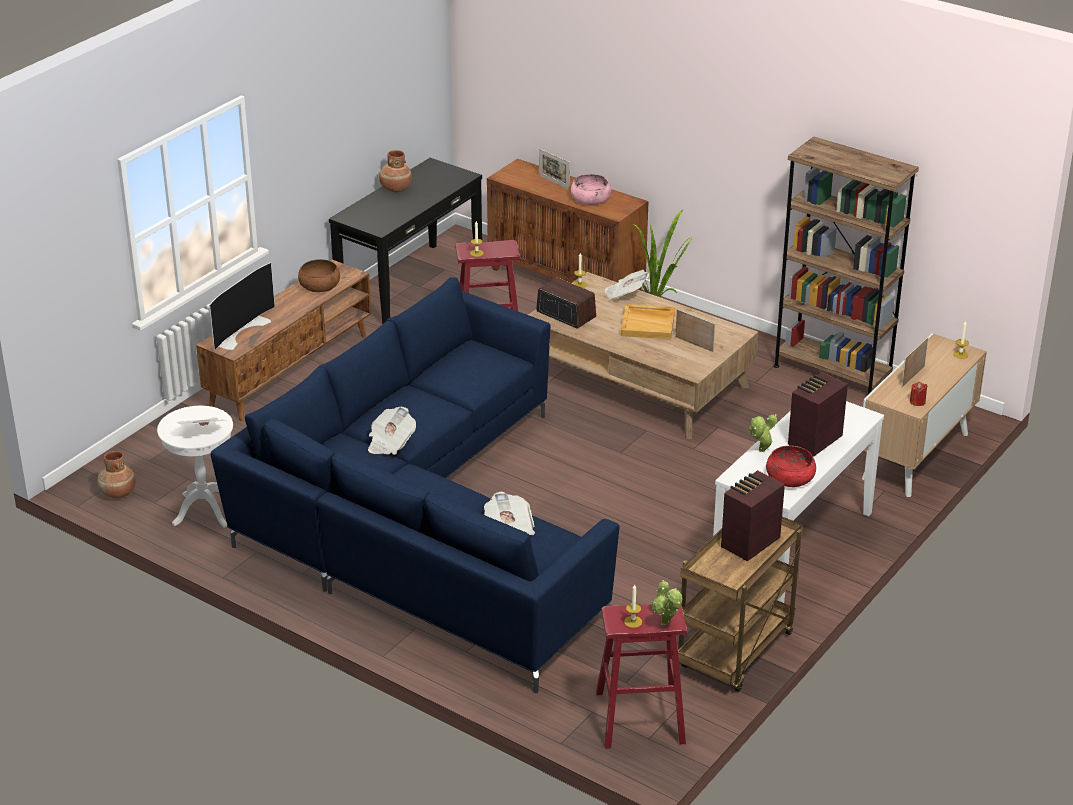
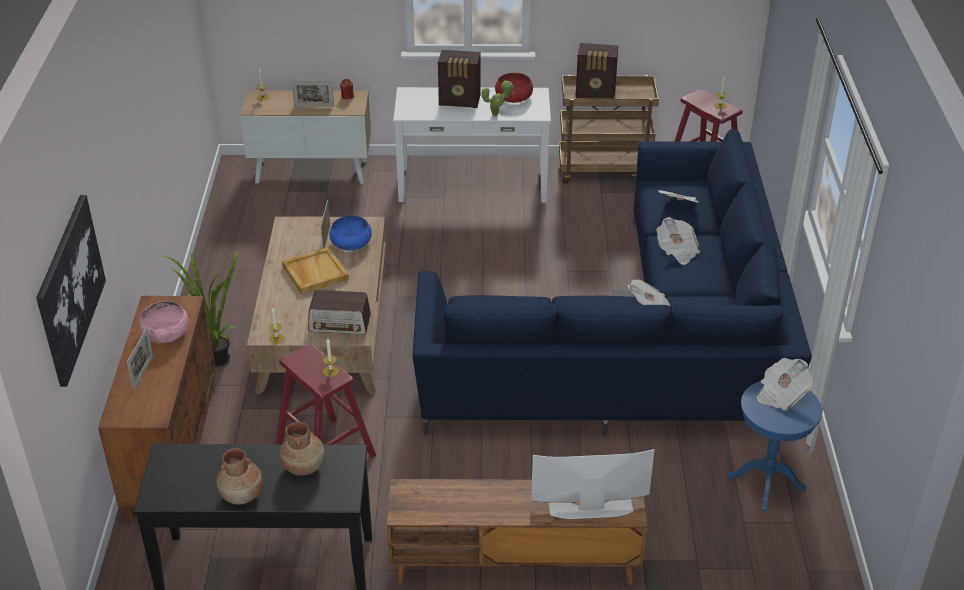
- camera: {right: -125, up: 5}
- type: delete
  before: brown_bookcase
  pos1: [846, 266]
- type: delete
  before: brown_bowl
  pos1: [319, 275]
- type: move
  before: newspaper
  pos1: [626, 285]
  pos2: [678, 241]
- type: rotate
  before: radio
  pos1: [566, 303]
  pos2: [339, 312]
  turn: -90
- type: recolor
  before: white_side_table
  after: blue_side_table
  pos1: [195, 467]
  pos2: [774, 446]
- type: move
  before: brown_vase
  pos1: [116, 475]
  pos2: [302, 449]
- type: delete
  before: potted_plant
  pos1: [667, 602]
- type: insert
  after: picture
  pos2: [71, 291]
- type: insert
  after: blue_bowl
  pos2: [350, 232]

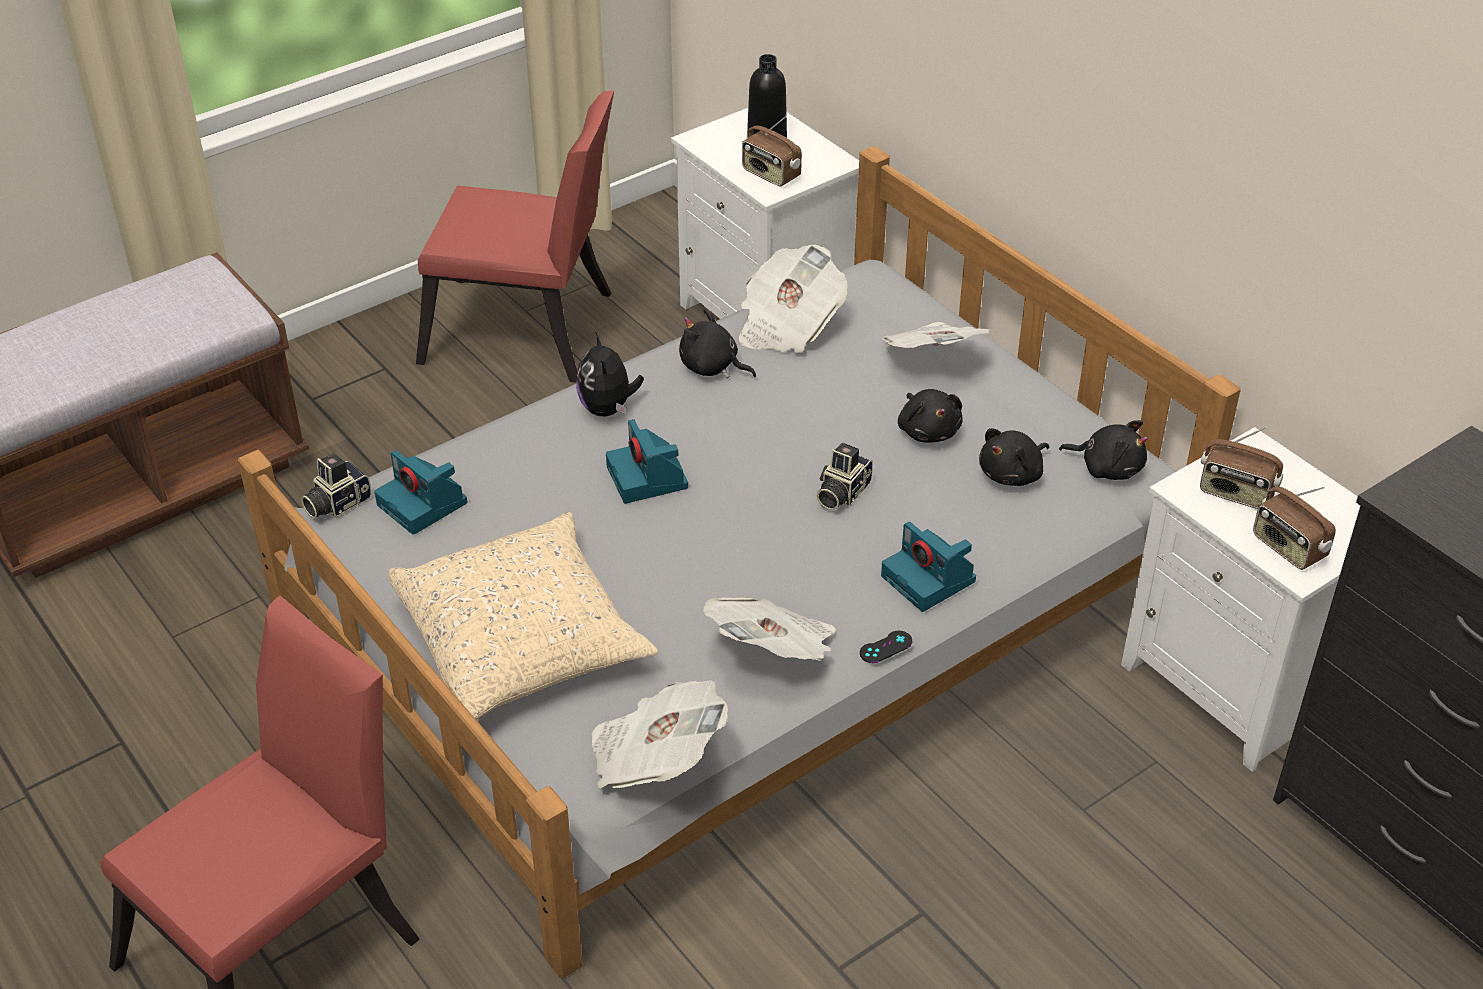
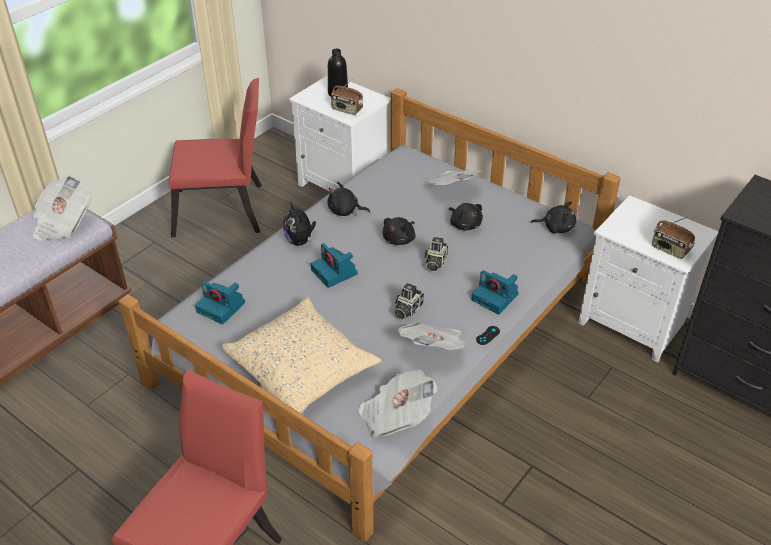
- camera: {right: -15, up: 0}
- type: move
  before: newspaper
  pos1: [793, 299]
  pos2: [62, 207]
- type: delete
  before: radio
  pos1: [1241, 468]
- type: move
  before: black_plush_toy
  pos1: [1014, 457]
  pos2: [399, 231]
- type: move
  before: photo_camera
  pos1: [336, 486]
  pos2: [409, 301]

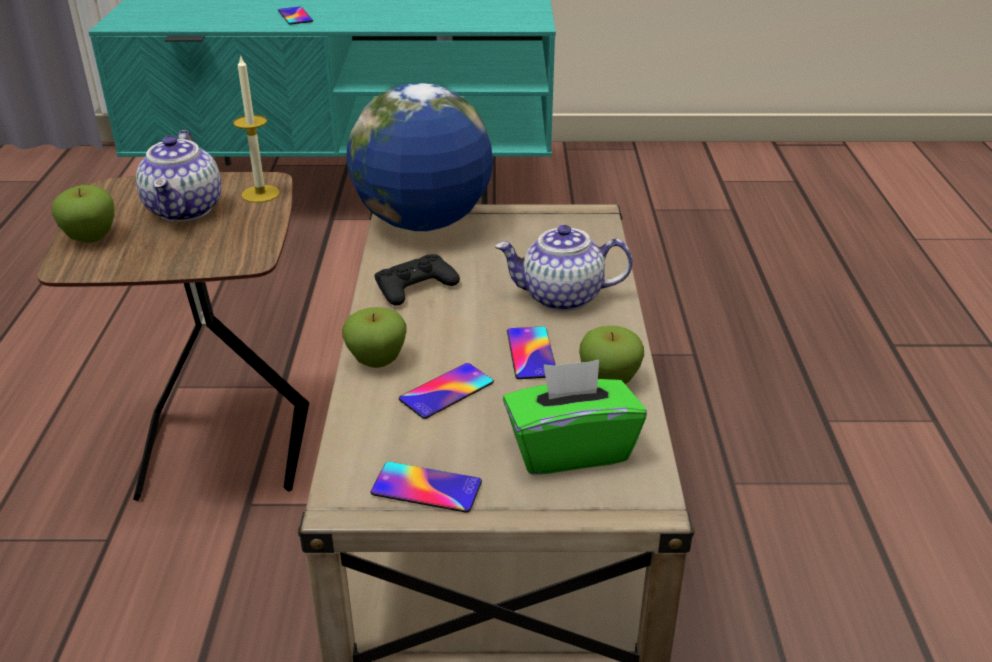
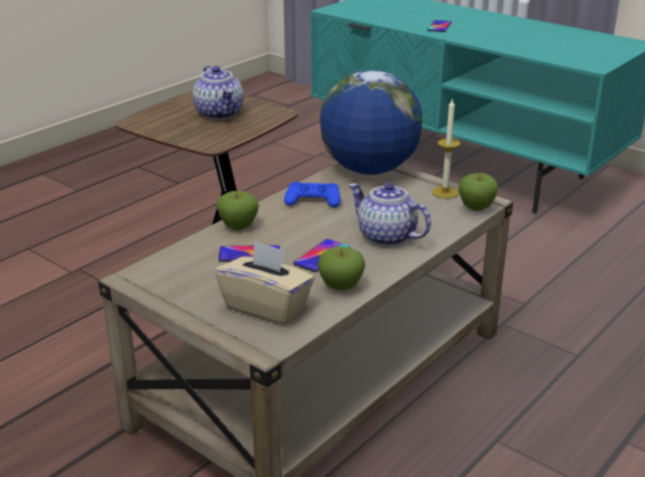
- camera: {right: 40, up: -5}
- type: move
  before: candle
  pos1: [256, 128]
  pos2: [446, 149]
- type: rotate
  before: teapot
  pos1: [178, 175]
  pos2: [218, 93]
  turn: -60
- type: move
  before: apple
  pos1: [83, 214]
  pos2: [478, 192]
- type: recolor
  before: black_game_controller
  after: blue_game_controller
  pos1: [417, 280]
  pos2: [312, 194]
- type: recolor
  before: green_tissue_box
  after: beige_tissue_box
  pos1: [575, 417]
  pos2: [264, 283]
- type: delete
  before: phone
  pos1: [426, 487]

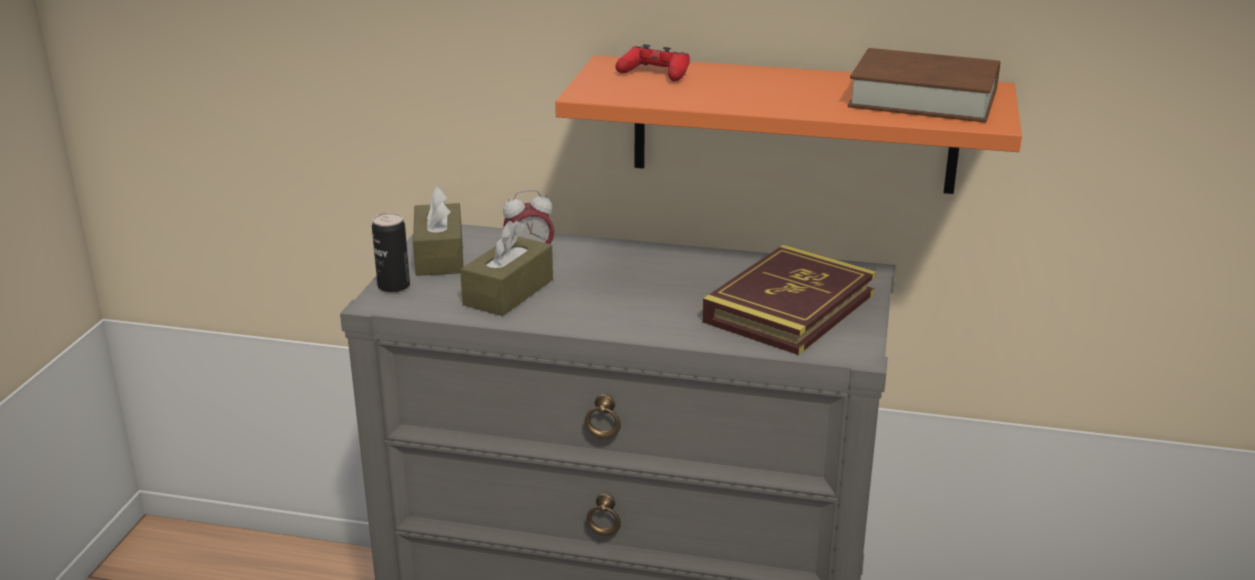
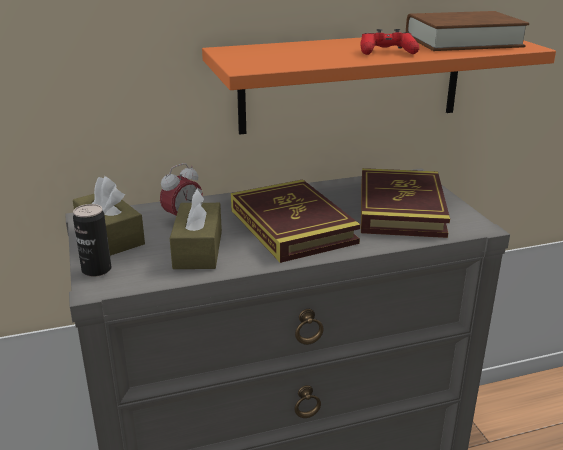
- camera: {right: -30, up: 0}
- type: move
  before: red_game_controller
  pos1: [652, 62]
  pos2: [389, 42]
- type: insert
  after: book
  pos2: [296, 221]

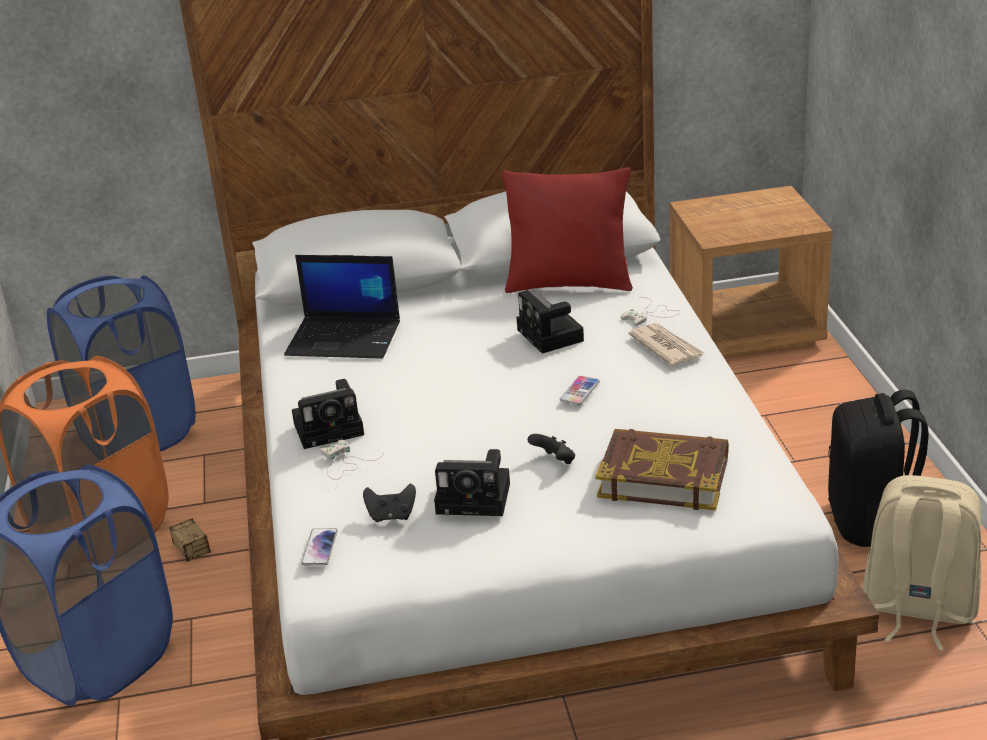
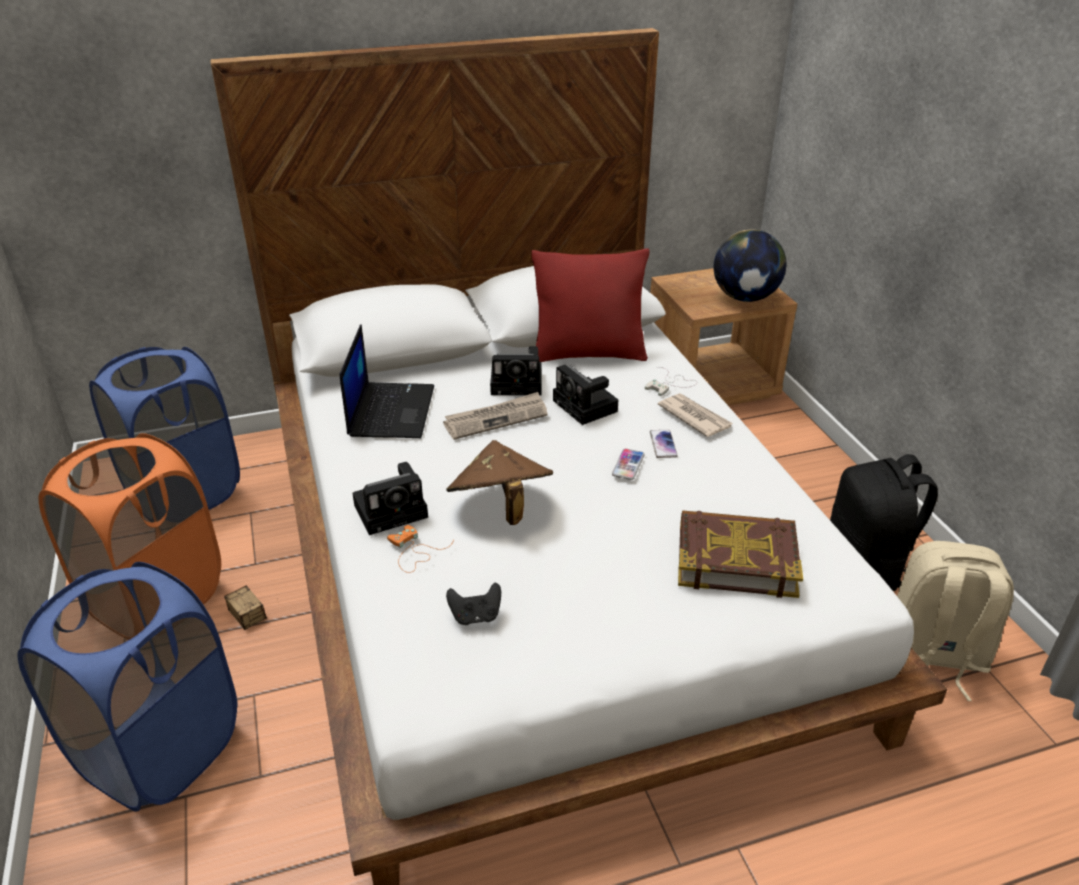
- camera: {right: -10, up: 5}
- type: rotate
  before: laptop
  pos1: [342, 307]
  pos2: [387, 381]
  turn: -90
- type: delete
  before: black_game_controller
  pos1: [551, 449]
- type: recolor
  before: white_game_controller
  after: orange_game_controller
  pos1: [352, 460]
  pos2: [420, 549]
- type: move
  before: photo_camera
  pos1: [472, 482]
  pos2: [516, 370]
- type: move
  before: phone
  pos1: [319, 547]
  pos2: [664, 444]
- type: insert
  after: globe
  pos2: [749, 265]
- type: insert
  after: newspaper
  pos2: [495, 416]
- type: insert
  after: brown_hat
  pos2: [500, 482]

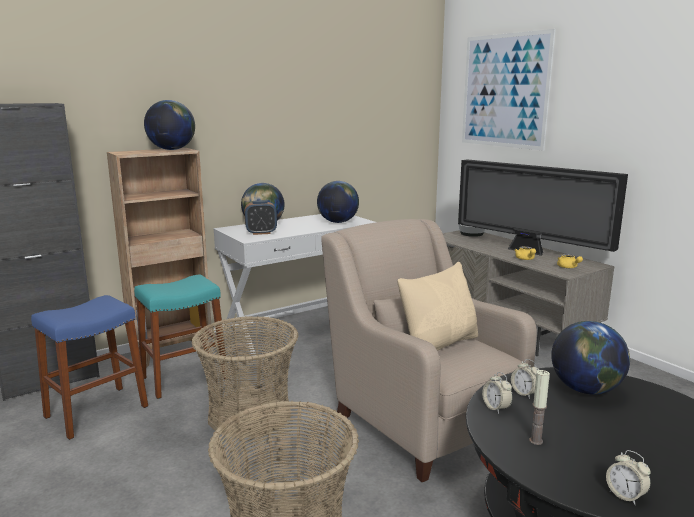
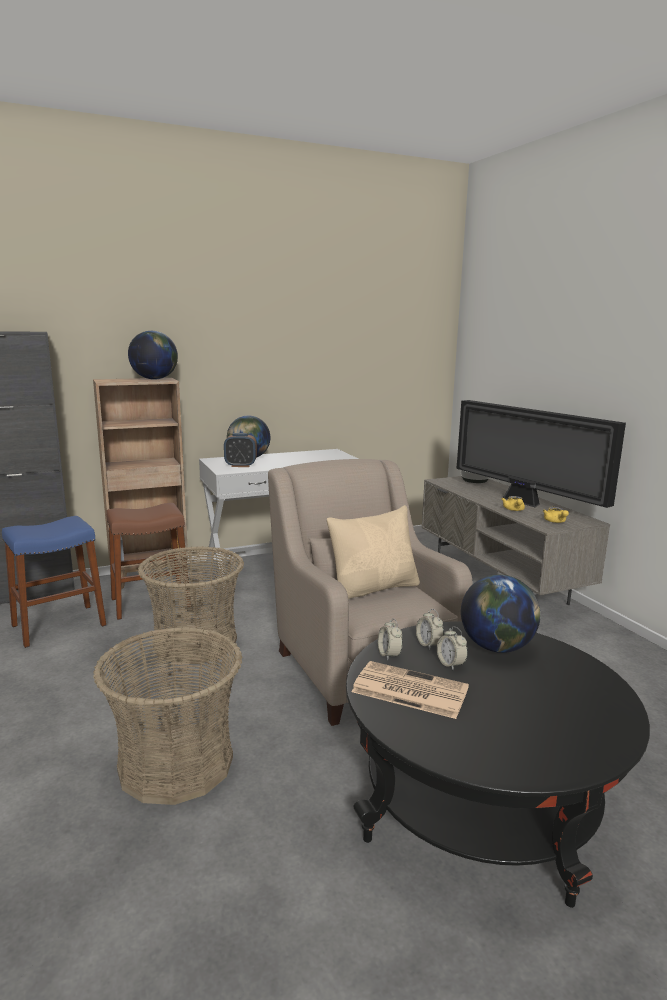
- camera: {right: 10, up: 0}
- type: delete
  before: picture
  pos1: [509, 90]
- type: delete
  before: globe
  pos1: [338, 202]
- type: recolor
  before: turquoise_stool
  after: brown_stool
  pos1: [180, 337]
  pos2: [148, 561]
- type: replace
  before: candle
  after: newspaper
  pos1: [539, 407]
  pos2: [410, 690]
- type: move
  before: alarm_clock
  pos1: [628, 477]
  pos2: [452, 648]

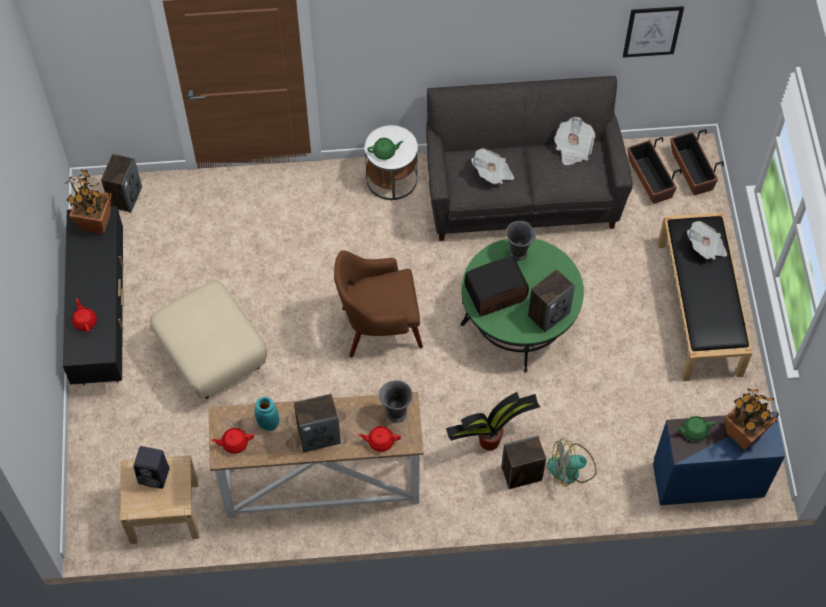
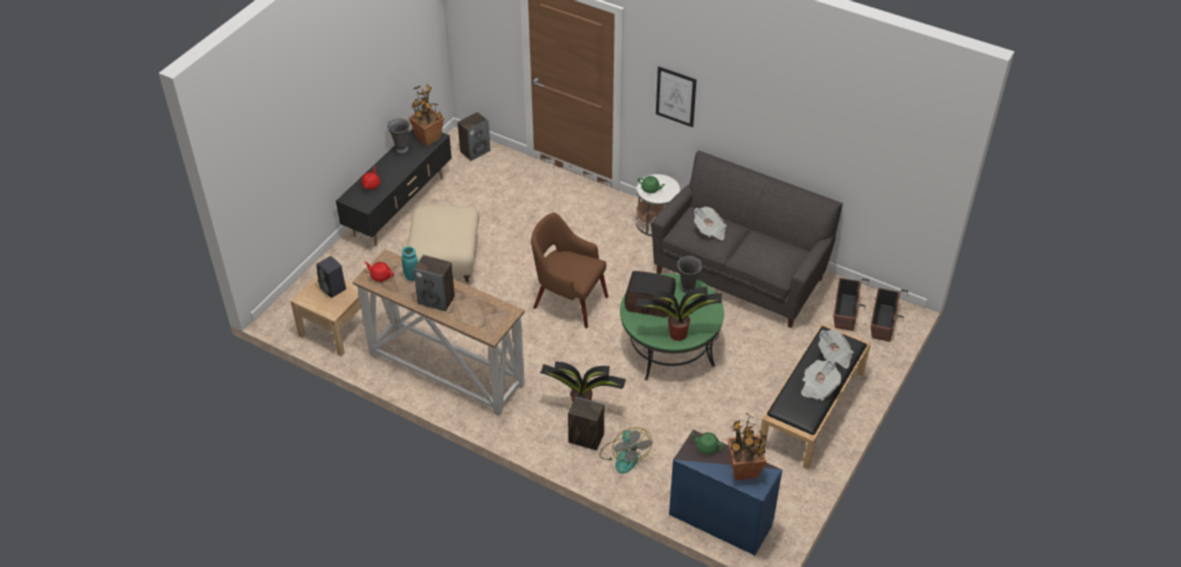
- camera: {right: 35, up: -15}
- type: move
  before: picture
  pos1: [653, 31]
  pos2: [676, 96]
- type: move
  before: newspaper
  pos1: [574, 141]
  pos2: [821, 380]
- type: replace
  before: speaker
  after: potted_plant
  pos1: [551, 301]
  pos2: [679, 314]
- type: move
  before: grey_vase
  pos1: [396, 401]
  pos2: [398, 135]
- type: delete
  before: red_teapot
  pos1: [379, 439]
- type: rotate
  before: fan
  pos1: [572, 462]
  pos2: [626, 450]
  turn: -135

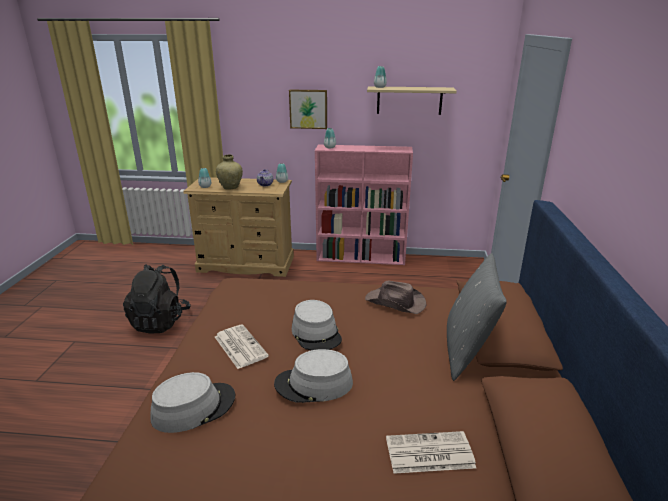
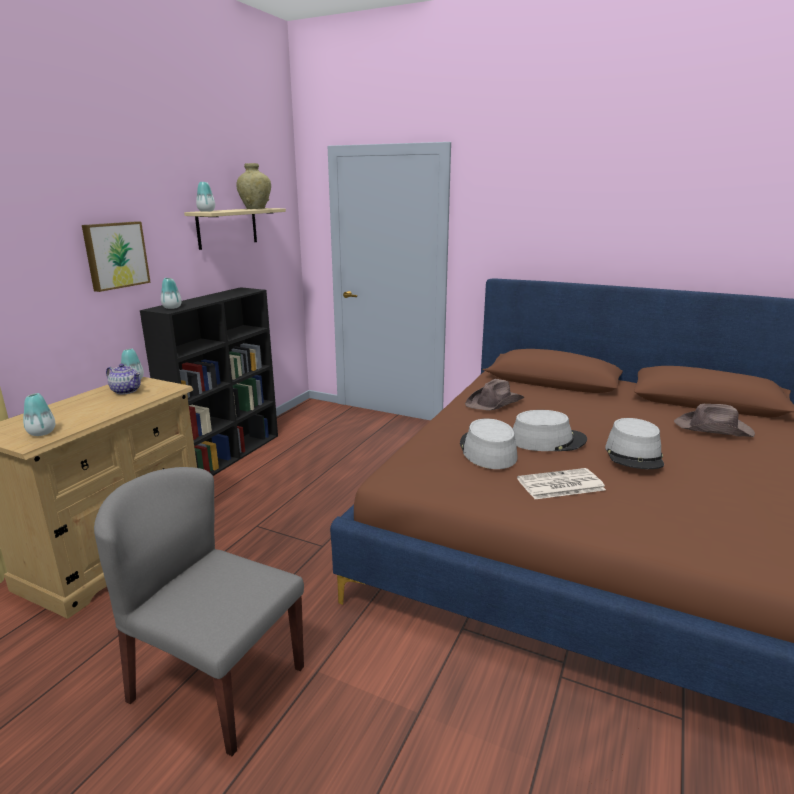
- camera: {right: -70, up: -5}
- type: recolor
  before: pink_bookcase
  after: black_bookcase
  pos1: [364, 205]
  pos2: [209, 381]
- type: move
  before: beige_vase
  pos1: [229, 172]
  pos2: [253, 186]
- type: delete
  before: grey_pillow
  pos1: [477, 317]
- type: replace
  before: black_backpack
  after: grey_chair
  pos1: [157, 299]
  pos2: [199, 611]
- type: move
  before: grey_hat
  pos1: [193, 402]
  pos2: [489, 443]
- type: replace
  before: newspaper
  after: brown_hat
  pos1: [431, 452]
  pos2: [714, 420]

